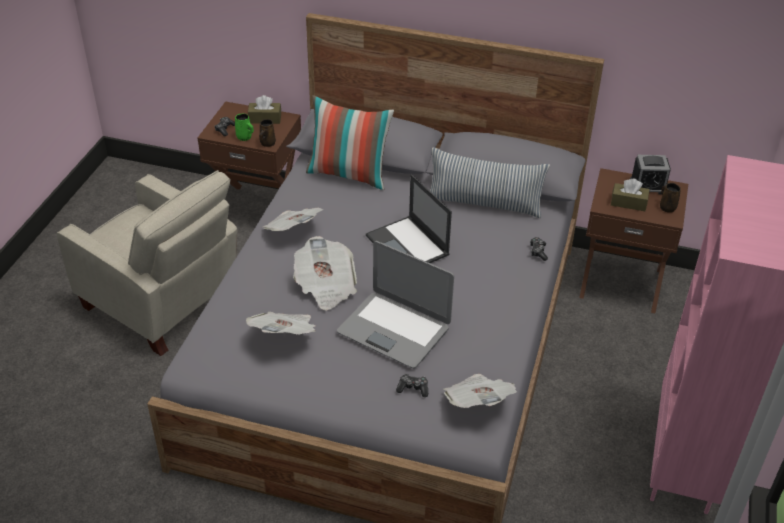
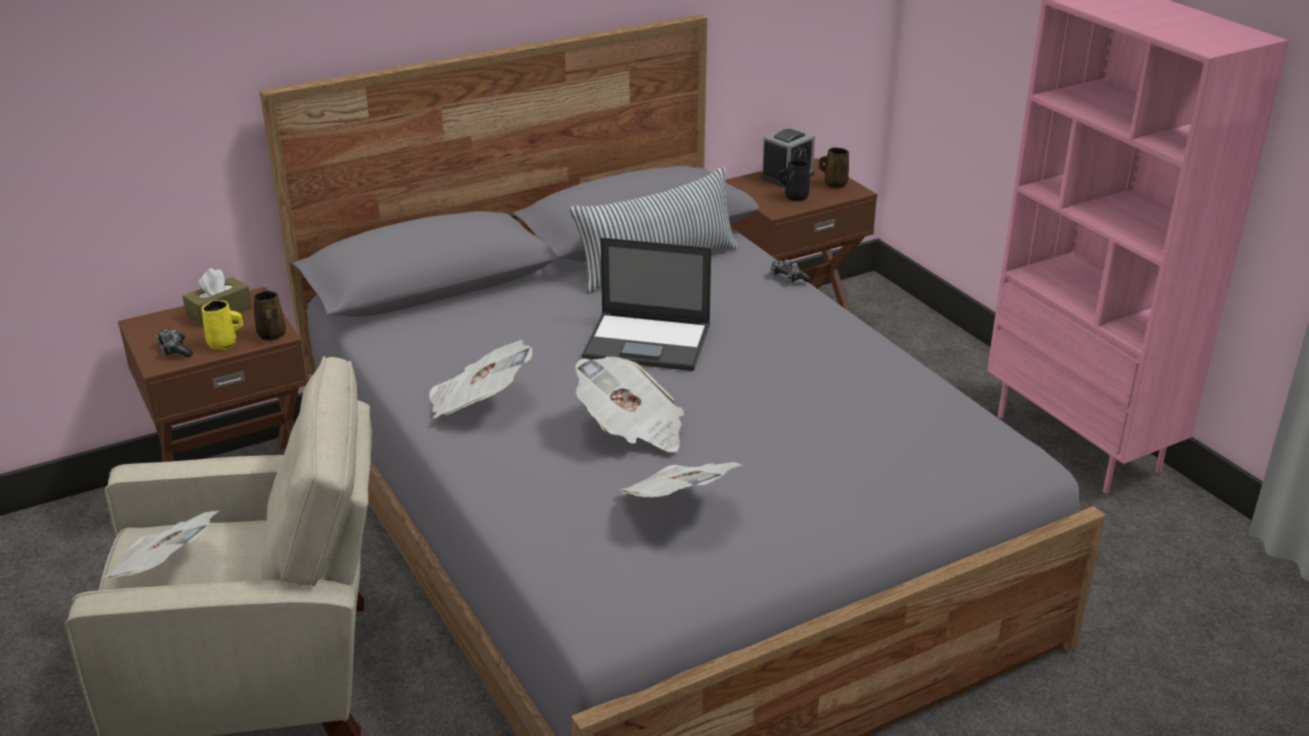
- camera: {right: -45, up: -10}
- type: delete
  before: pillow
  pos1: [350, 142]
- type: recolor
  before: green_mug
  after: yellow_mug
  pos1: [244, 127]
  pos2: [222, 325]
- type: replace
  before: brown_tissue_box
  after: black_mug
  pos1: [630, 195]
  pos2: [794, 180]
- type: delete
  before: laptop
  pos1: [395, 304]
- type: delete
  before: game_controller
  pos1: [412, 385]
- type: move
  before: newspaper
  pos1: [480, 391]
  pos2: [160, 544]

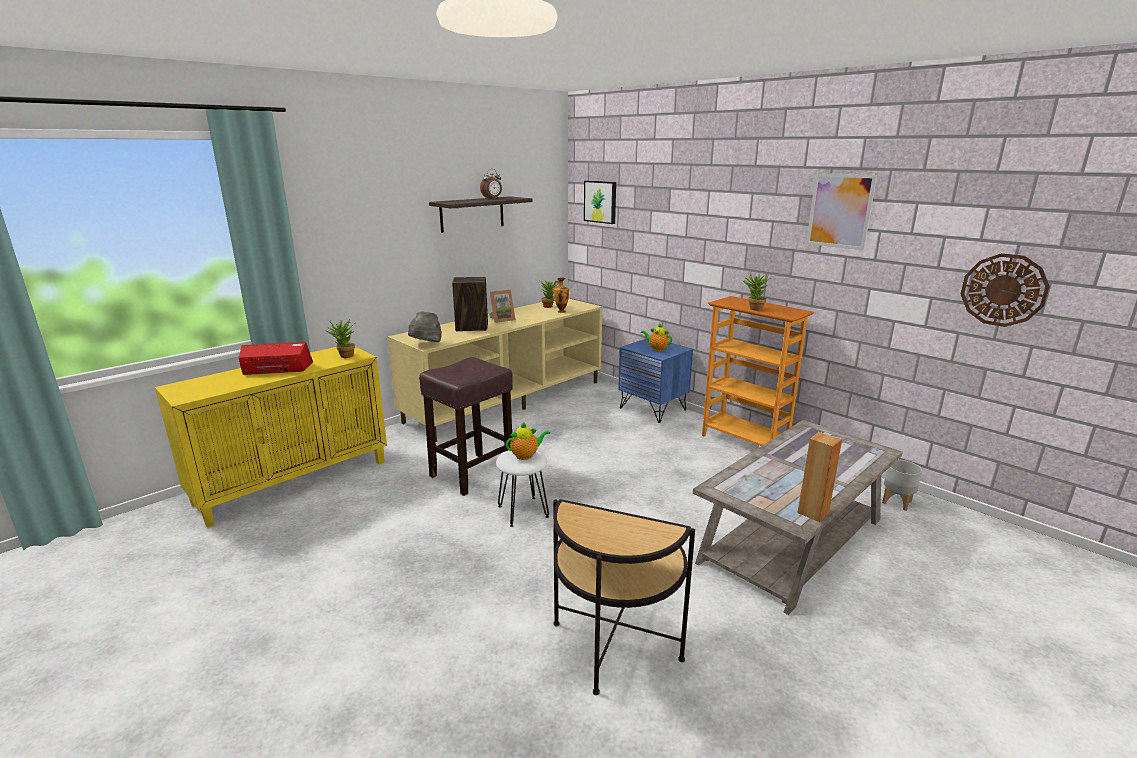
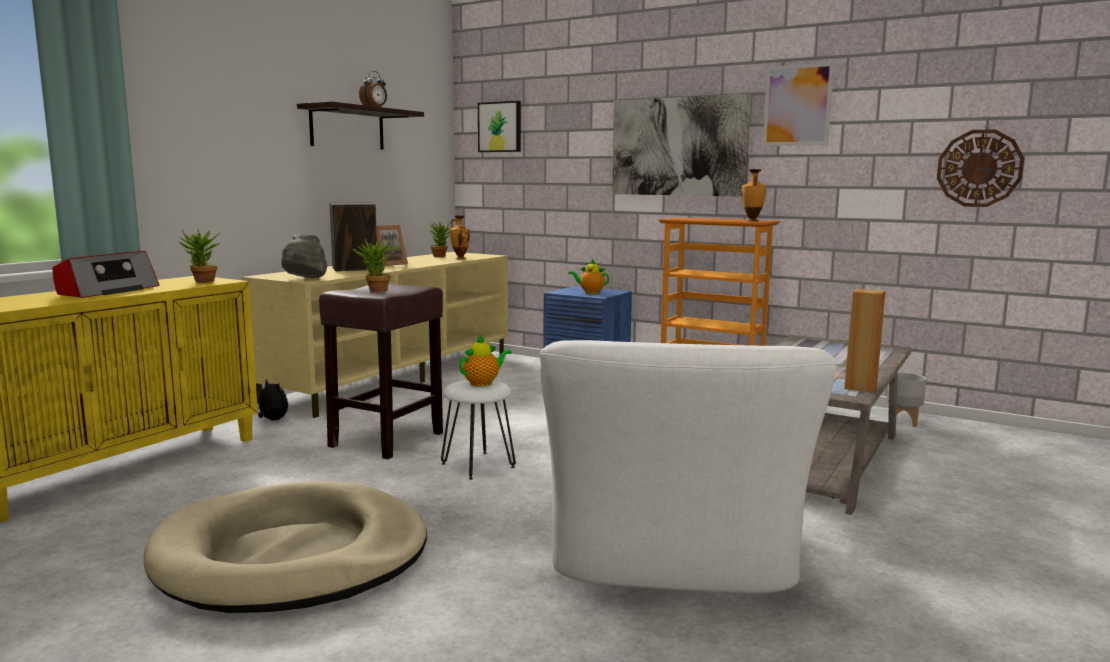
- camera: {right: -15, up: -10}
- type: move
  before: potted_plant
  pos1: [756, 291]
  pos2: [372, 265]
- type: rotate
  before: radio
  pos1: [276, 358]
  pos2: [106, 274]
  turn: 135
- type: replace
  before: side_table
  after: white_armchair
  pos1: [624, 597]
  pos2: [688, 466]
- type: insert
  after: picture
  pos2: [681, 145]
- type: insert
  after: vase
  pos2: [754, 195]
- type: insert
  after: plush_toy
  pos2: [272, 399]
- type: insert
  after: beige_dog_bed
  pos2: [285, 547]

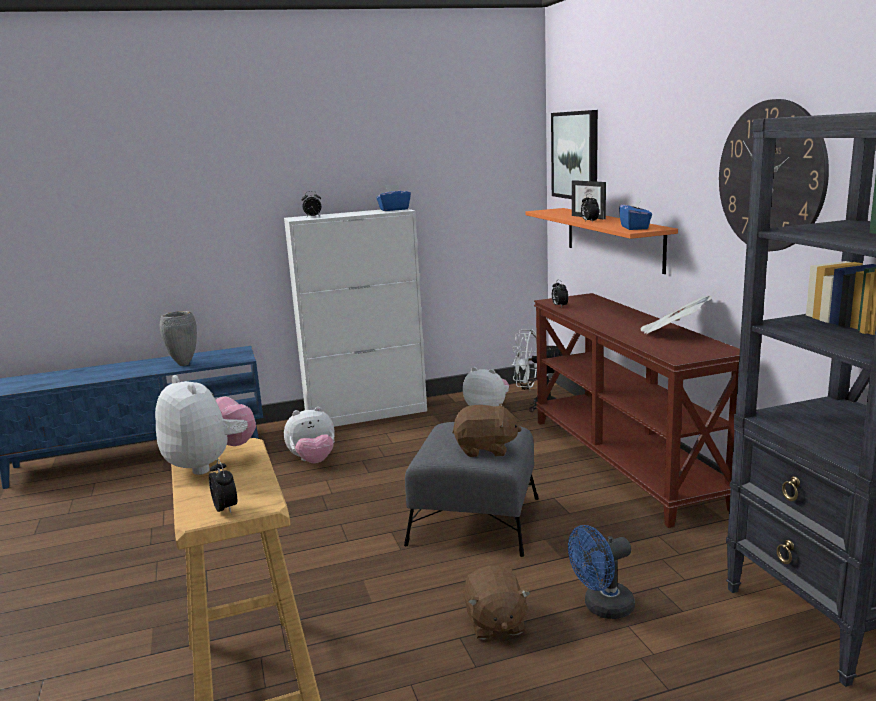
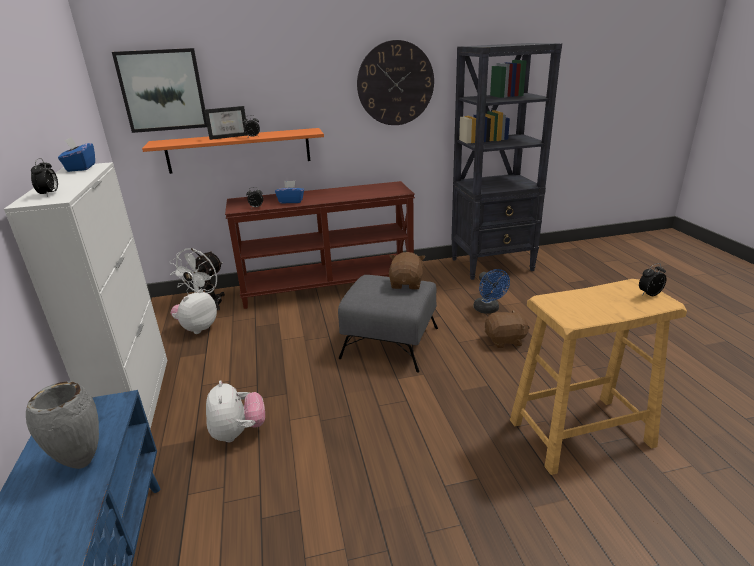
- camera: {right: -85, up: 10}
- type: move
  before: blue_tissue_box
  pos1: [635, 213]
  pos2: [289, 192]
- type: delete
  before: newspaper
  pos1: [676, 315]
- type: delete
  before: plush_toy
  pos1: [205, 425]

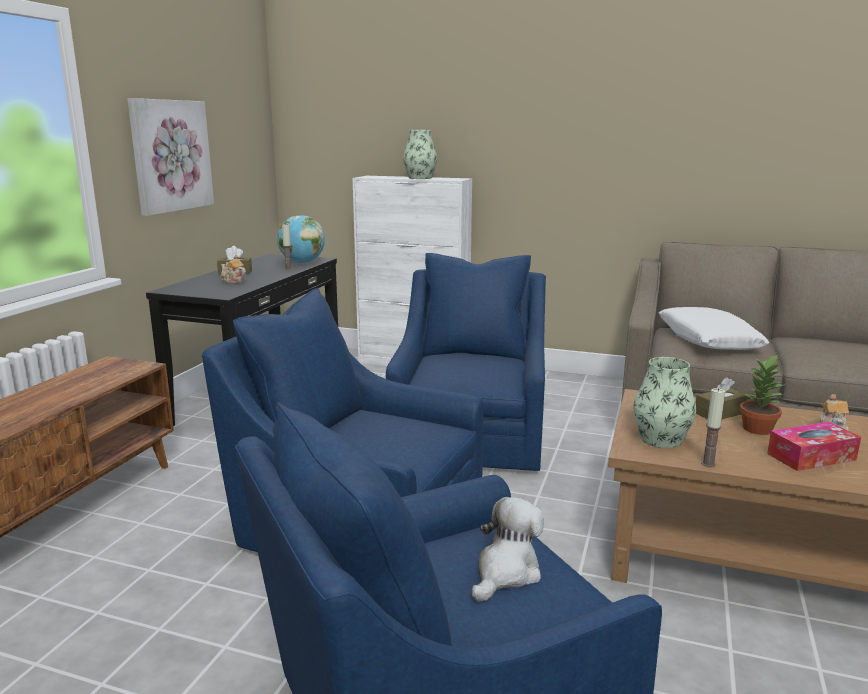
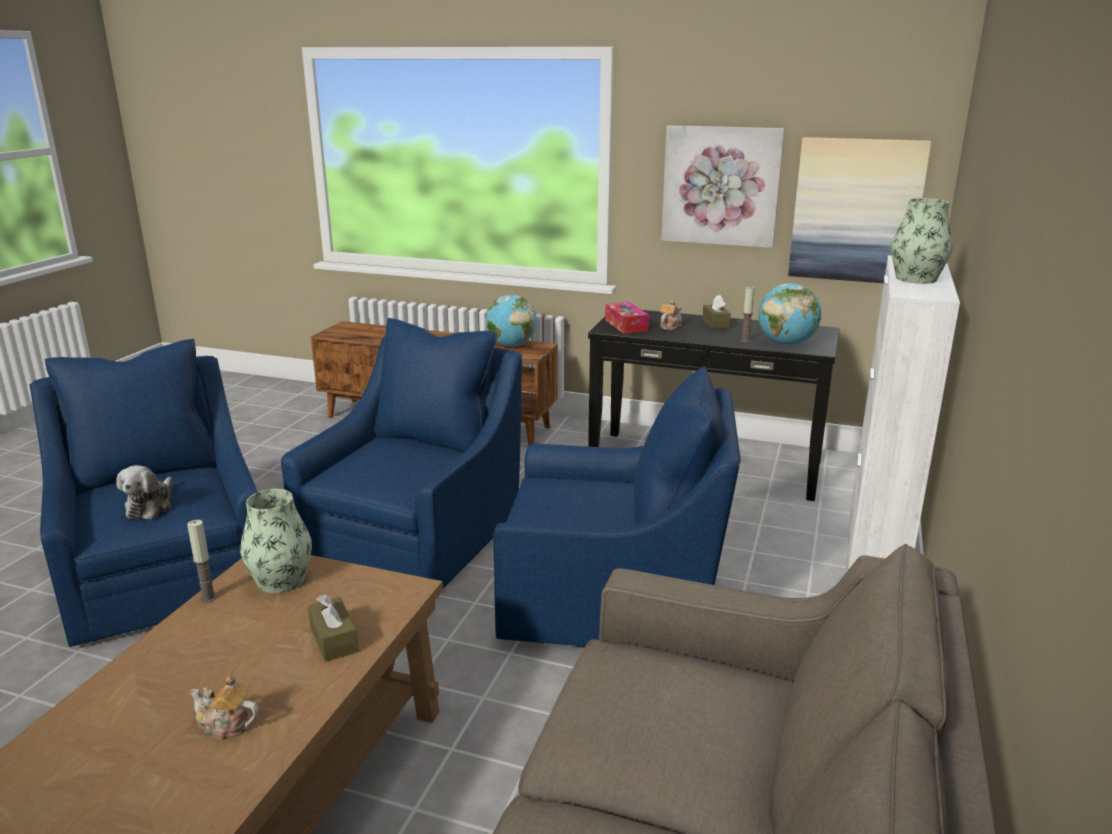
- camera: {right: 90, up: 5}
- type: delete
  before: white_pillow
  pos1: [714, 328]
- type: delete
  before: potted_plant
  pos1: [762, 394]
- type: move
  before: tissue_box
  pos1: [814, 446]
  pos2: [627, 318]
- type: rotate
  before: plush_toy
  pos1: [508, 549]
  pos2: [144, 492]
  turn: 60
- type: insert
  after: picture
  pos2: [859, 210]
- type: insert
  after: globe
  pos2: [511, 320]

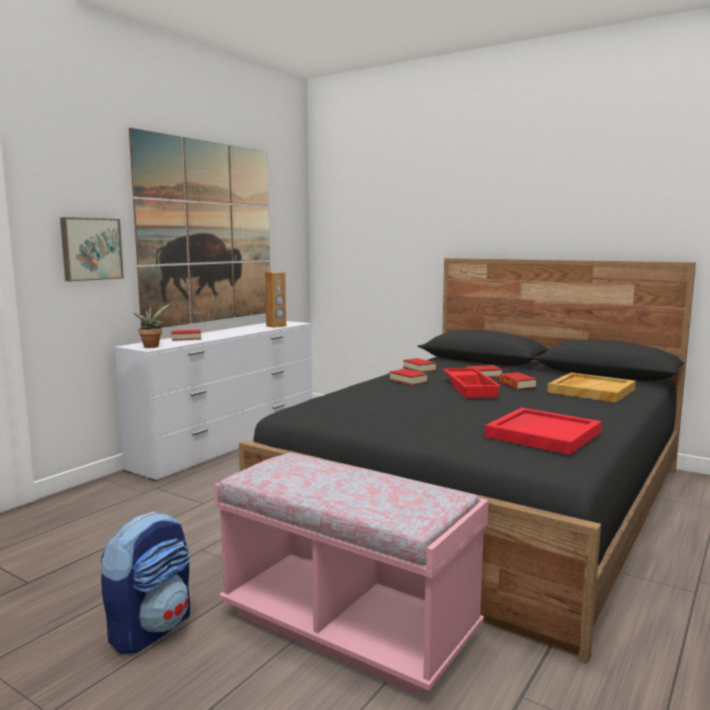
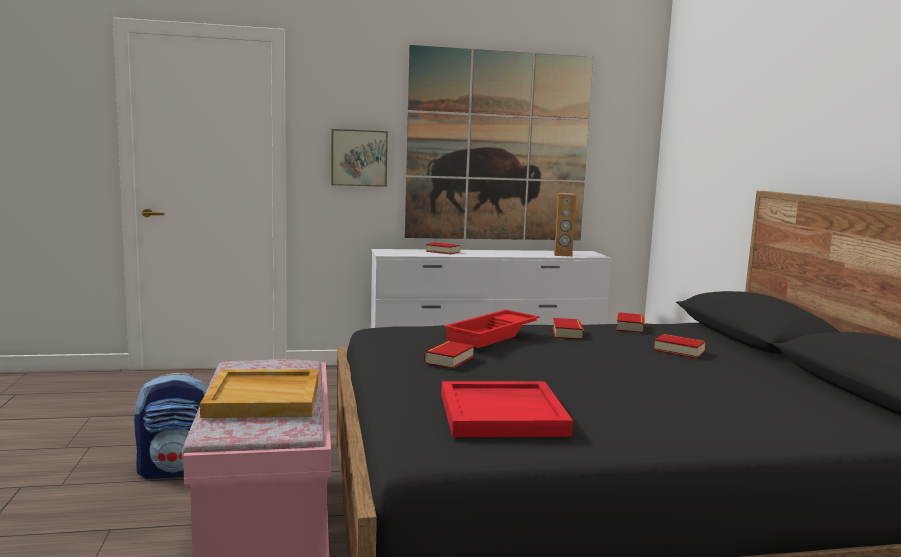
- camera: {right: 45, up: 0}
- type: delete
  before: potted_plant
  pos1: [151, 326]
- type: move
  before: red_tray
  pos1: [472, 383]
  pos2: [492, 328]
- type: move
  before: book
  pos1: [518, 380]
  pos2: [449, 355]
- type: move
  before: beige_tray
  pos1: [591, 388]
  pos2: [259, 393]

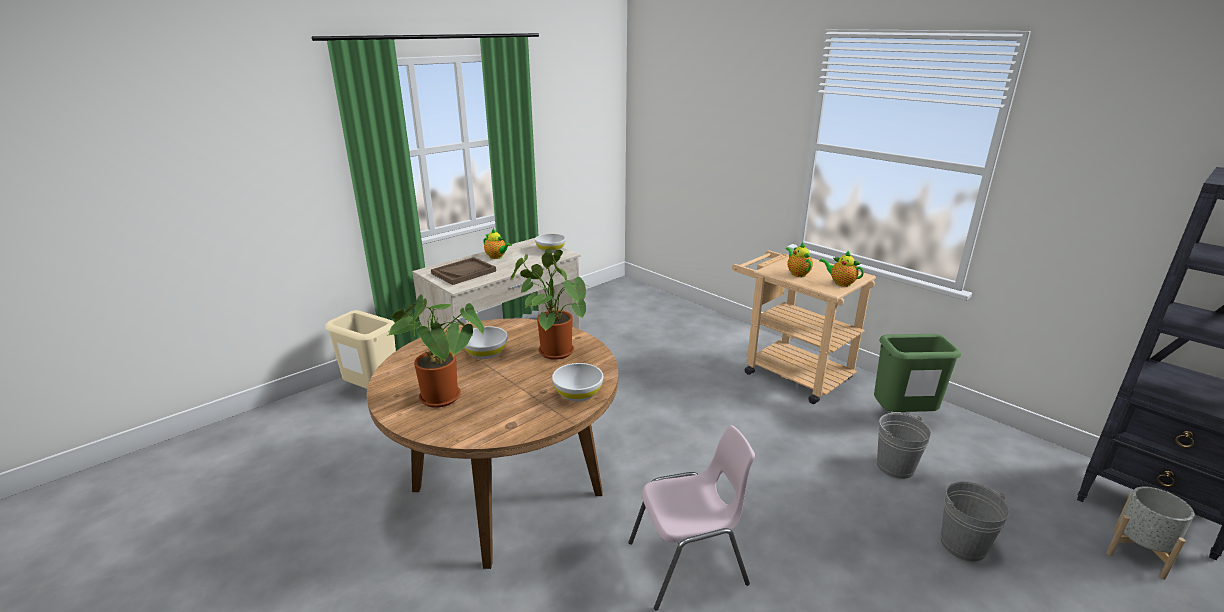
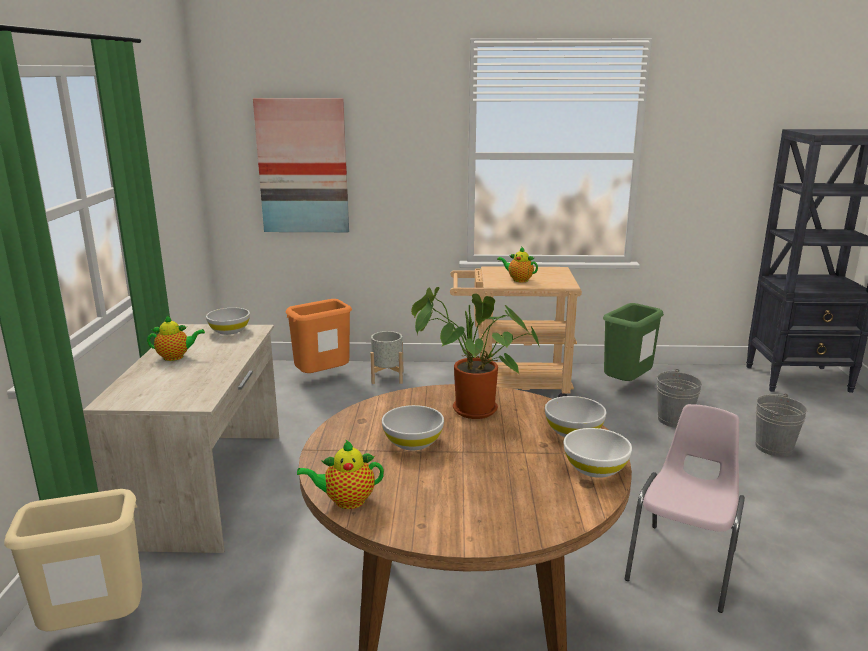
- camera: {right: -45, up: -5}
- type: move
  before: teapot
  pos1: [842, 269]
  pos2: [340, 474]
- type: delete
  before: brown_tray
  pos1: [463, 271]
- type: delete
  before: potted_plant
  pos1: [435, 351]
- type: move
  before: grey_planter
  pos1: [1150, 533]
  pos2: [386, 357]
- type: insert
  after: picture
  pos2: [301, 165]
- type: insert
  after: orange_trash_can
  pos2: [318, 336]
- type: insert
  after: white_bowl
  pos2: [598, 453]

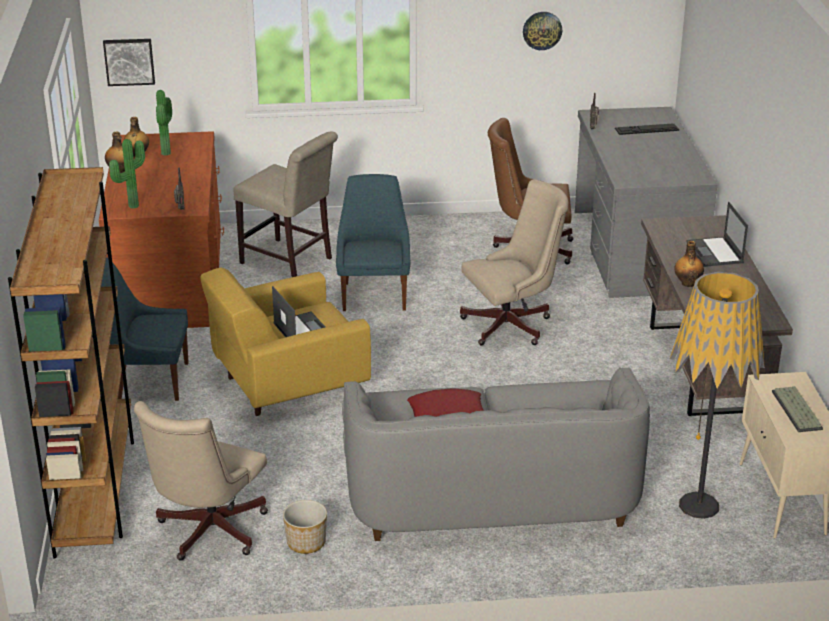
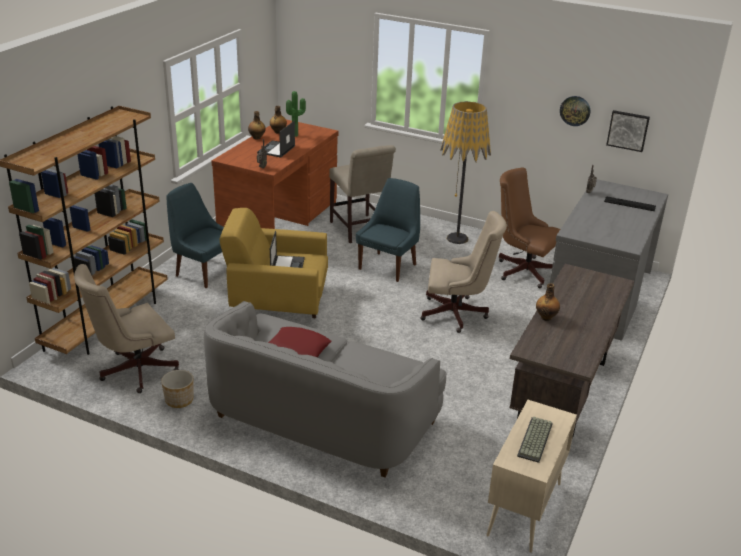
- camera: {right: 30, up: 0}
- type: move
  before: picture
  pos1: [129, 62]
  pos2: [628, 131]
- type: delete
  before: potted_plant
  pos1: [127, 173]
- type: move
  before: laptop
  pos1: [717, 234]
  pos2: [276, 139]
- type: move
  before: floor_lamp
  pos1: [717, 395]
  pos2: [465, 172]

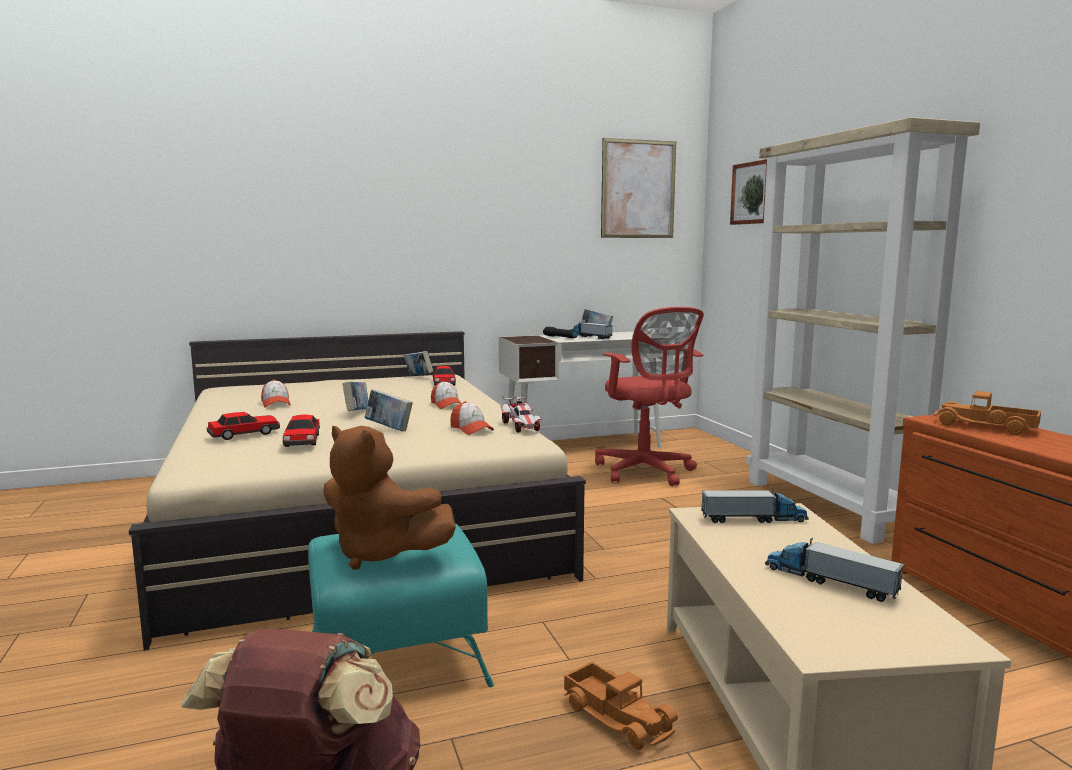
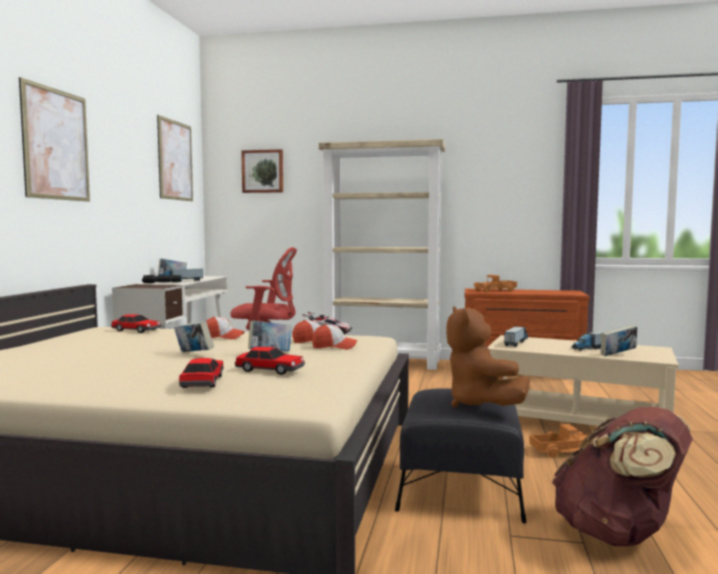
- camera: {right: -60, up: -5}
- type: move
  before: book
  pos1: [418, 363]
  pos2: [619, 340]
- type: move
  before: cap
  pos1: [276, 393]
  pos2: [334, 337]
- type: rotate
  before: brown_plush_toy
  pos1: [389, 498]
  pos2: [488, 356]
  turn: 105
- type: recolor
  before: turquoise_ottoman
  after: black_ottoman
  pos1: [401, 605]
  pos2: [460, 455]
- type: insert
  after: picture
  pos2: [54, 139]

